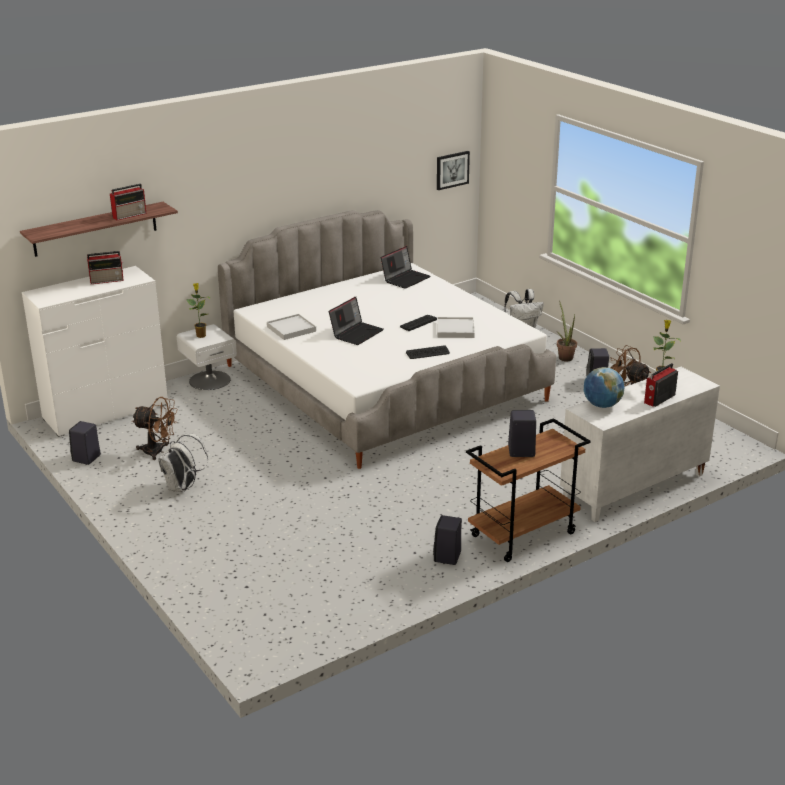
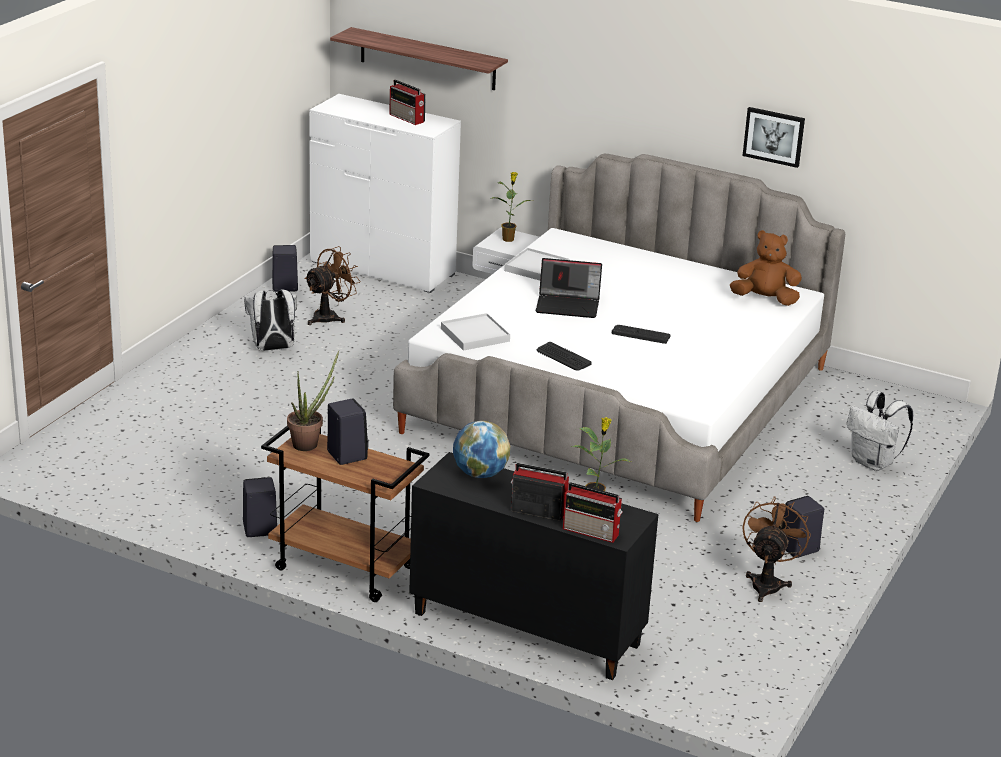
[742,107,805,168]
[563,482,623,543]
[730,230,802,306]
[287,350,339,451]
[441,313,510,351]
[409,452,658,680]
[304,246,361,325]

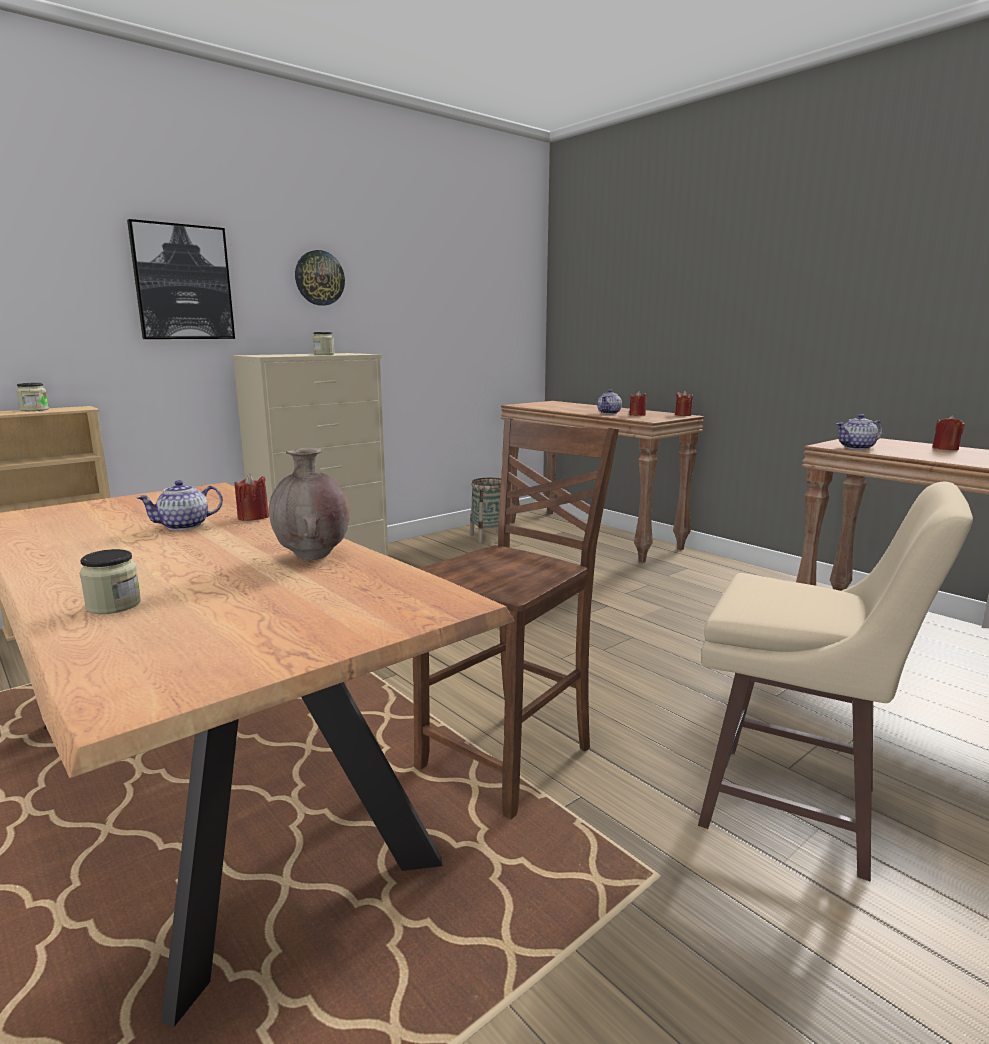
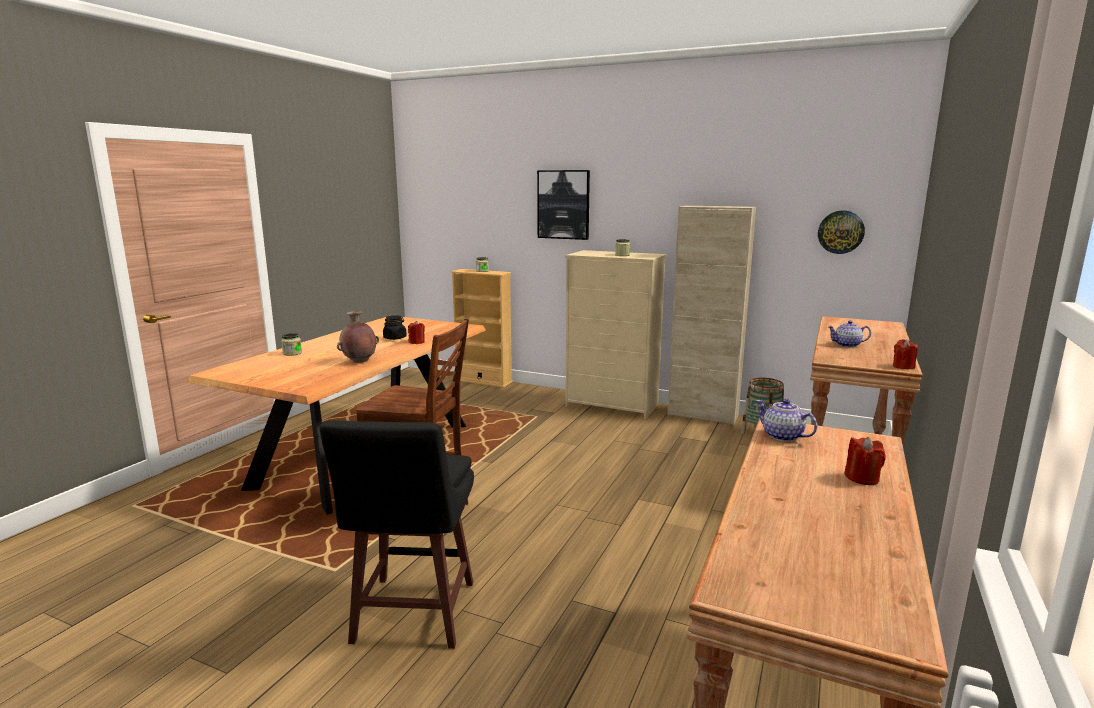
[818,210,865,254]
[629,391,647,416] (first image)
[383,315,407,340]
[319,421,474,649]
[667,206,756,425]

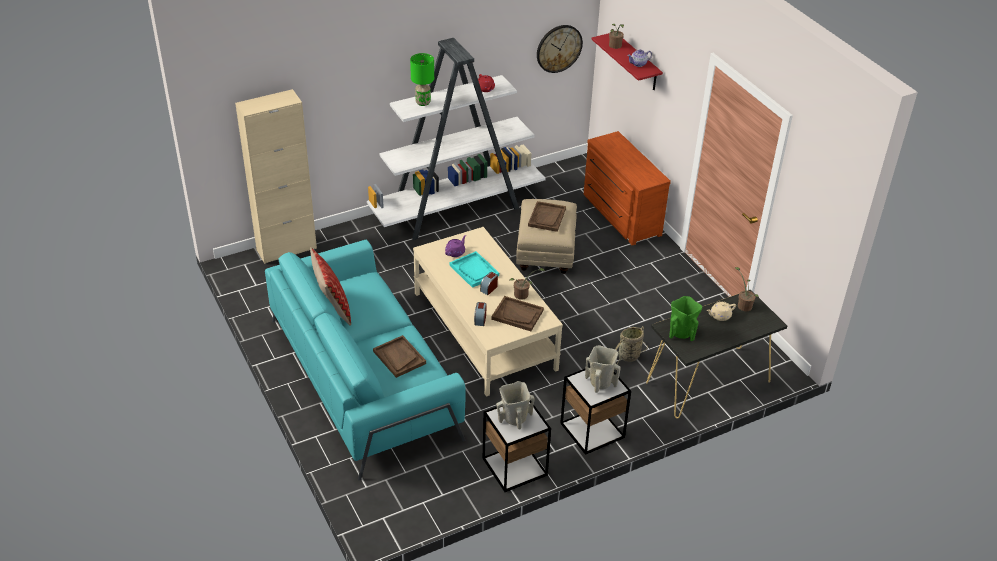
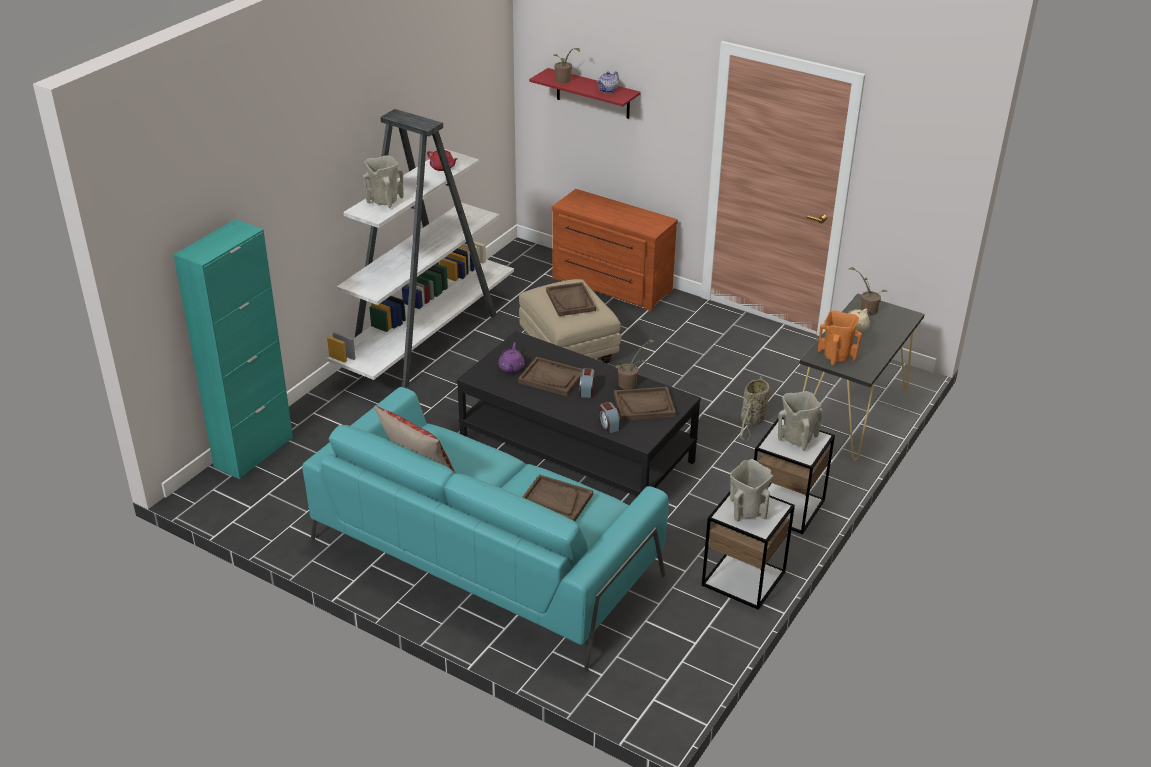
[537,25,583,73] (first image)
[363,155,404,208]
[174,219,293,479]
[457,331,701,496]
[518,357,582,396]
[818,310,862,366]

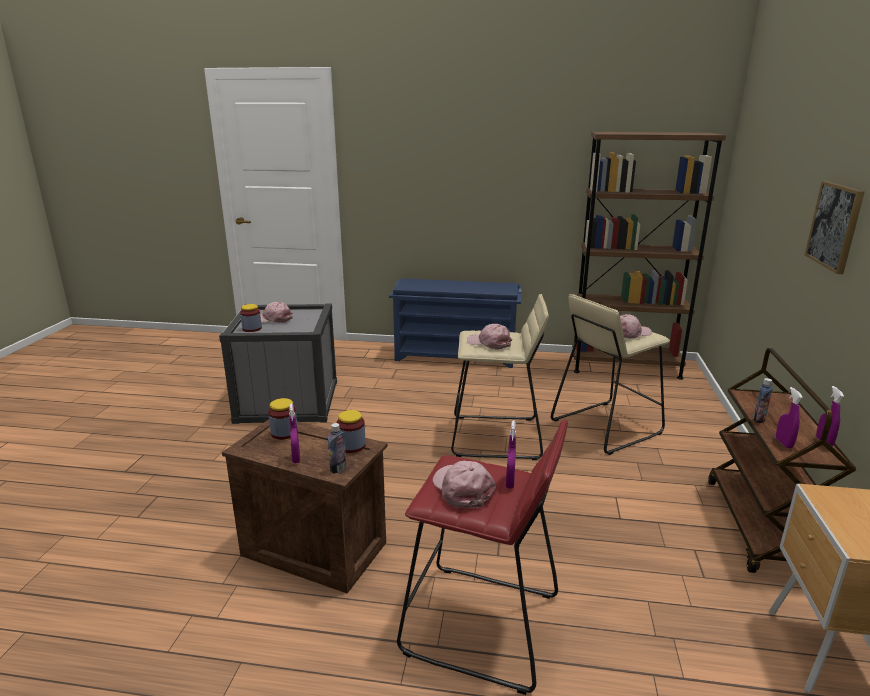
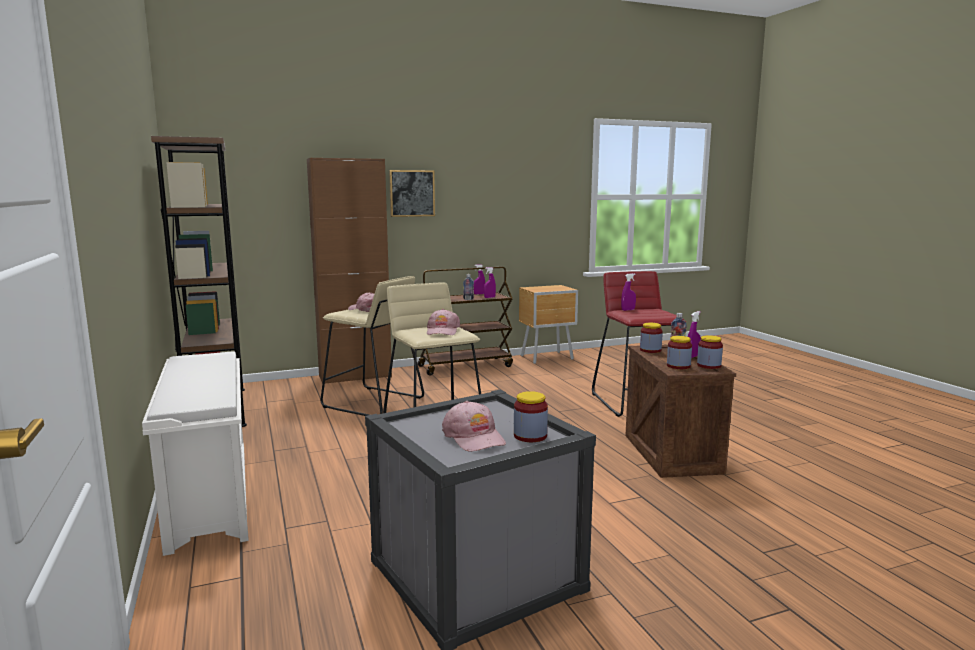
[142,352,249,556]
[433,461,496,508] (first image)
[307,158,392,383]
[697,335,723,369]

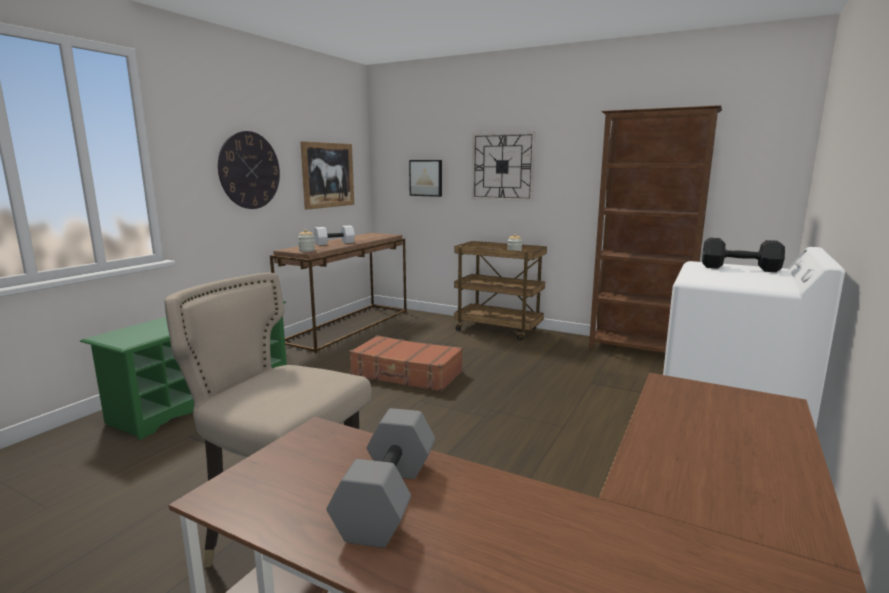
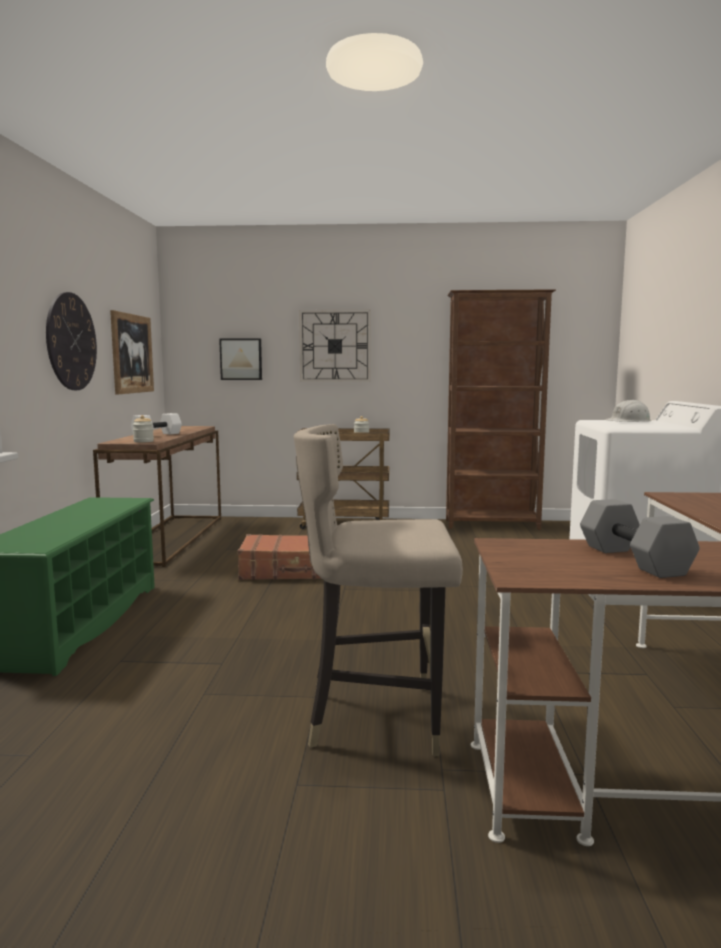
[604,400,651,422]

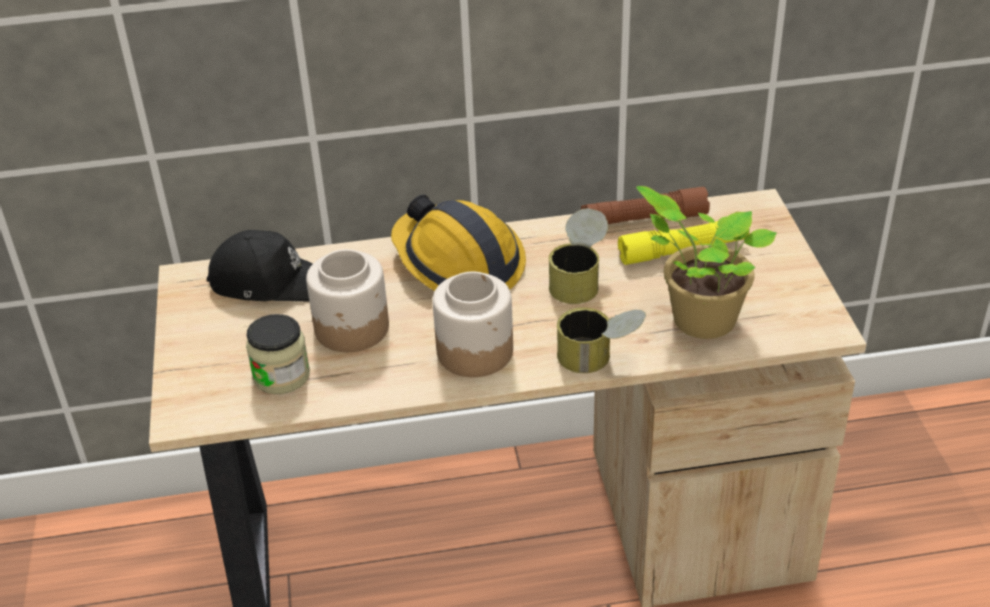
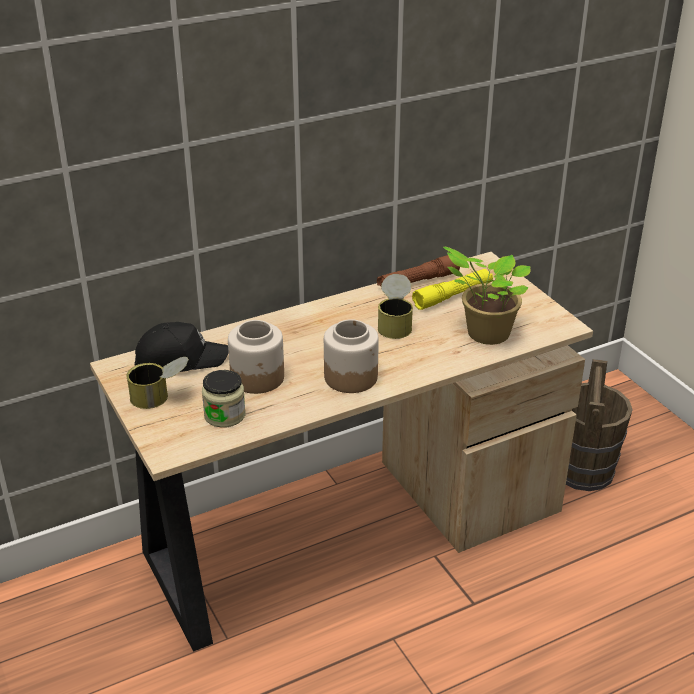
[391,194,526,291] (first image)
[126,357,189,409]
[566,359,633,491]

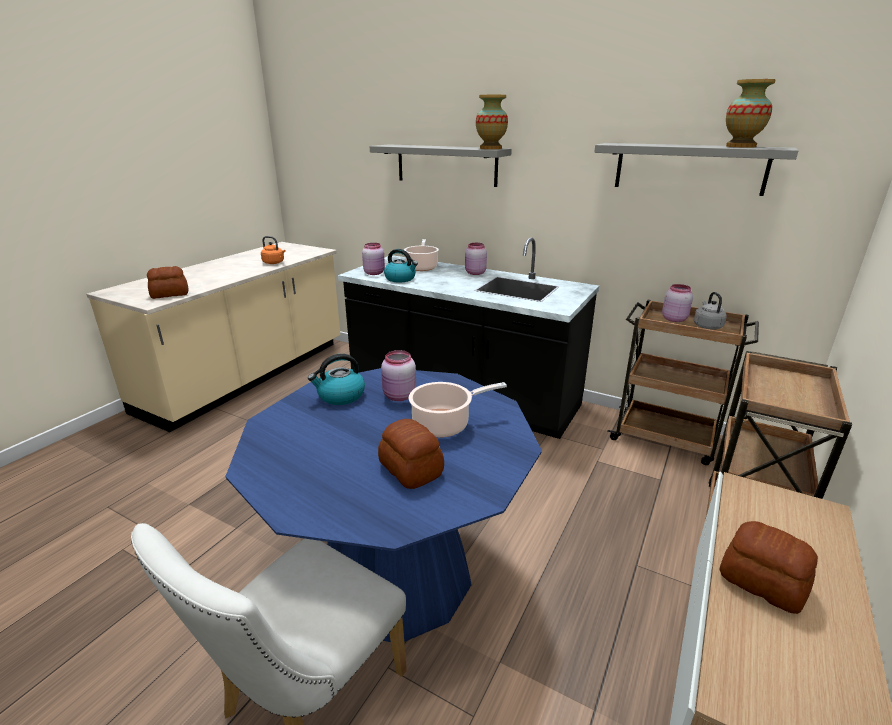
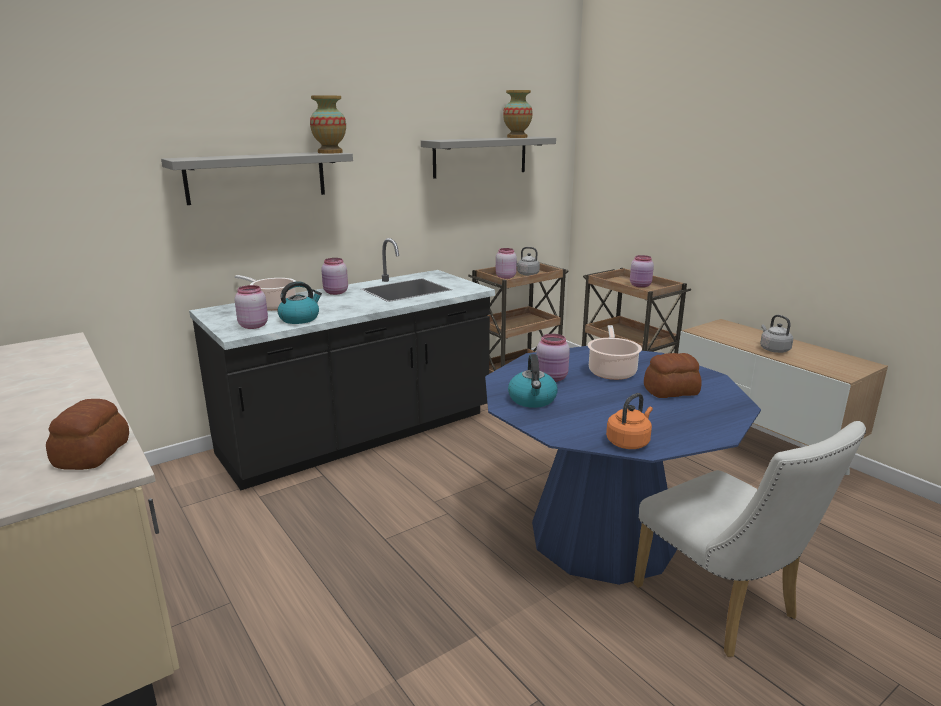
[606,393,653,449]
[760,315,793,353]
[630,255,654,288]

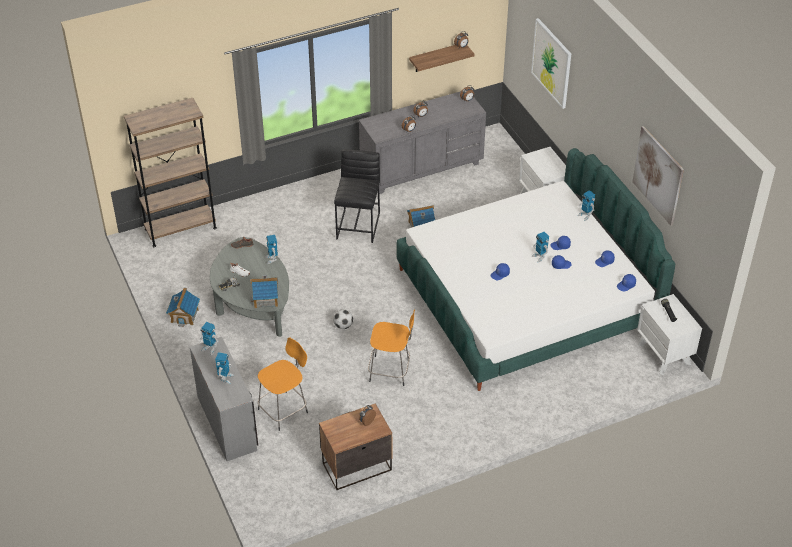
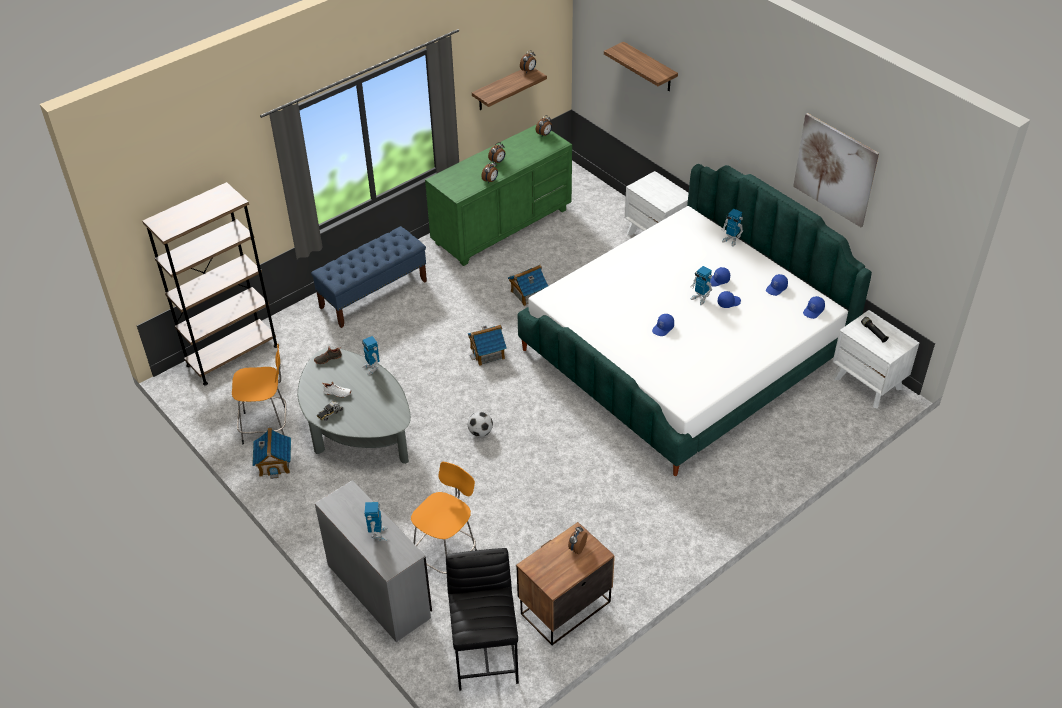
[604,41,678,91]
[425,124,572,266]
[446,548,519,691]
[468,325,507,366]
[232,344,286,444]
[199,322,218,355] (first image)
[311,226,427,328]

